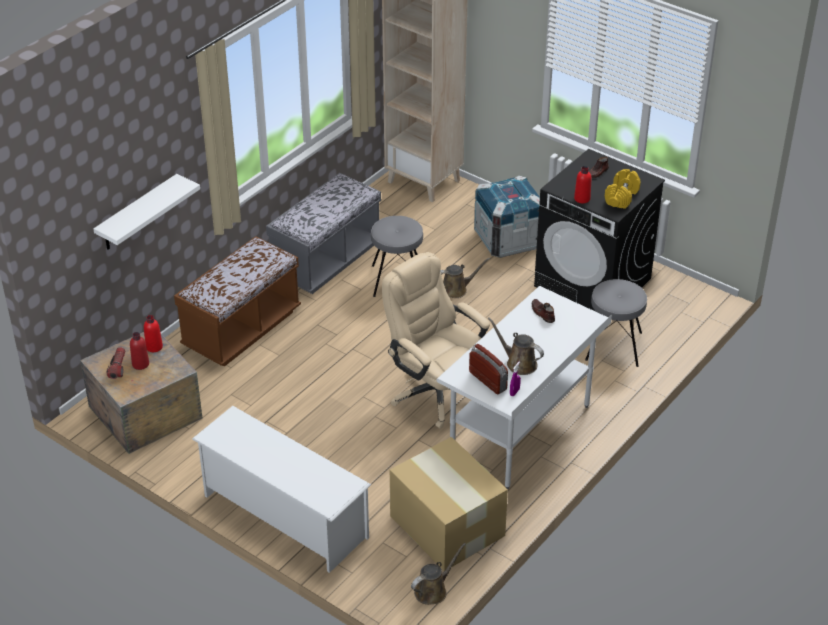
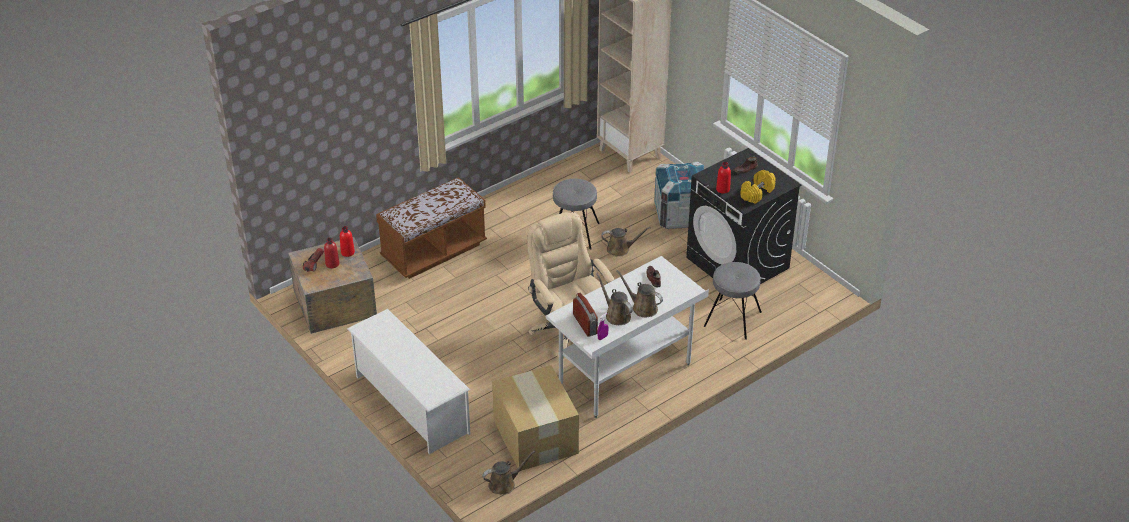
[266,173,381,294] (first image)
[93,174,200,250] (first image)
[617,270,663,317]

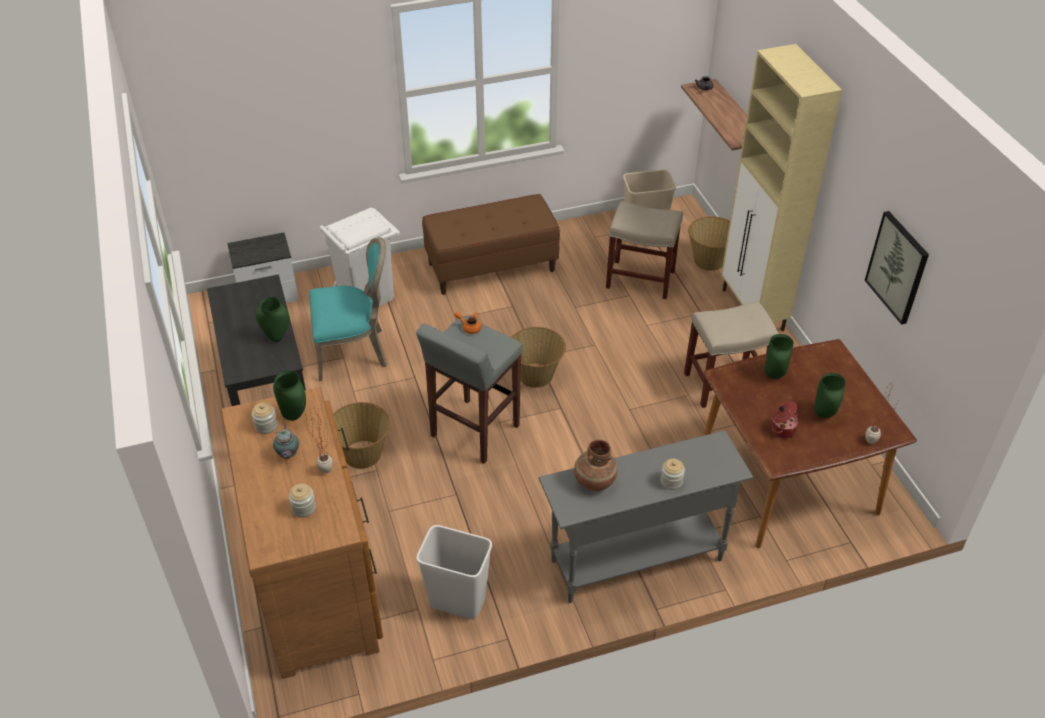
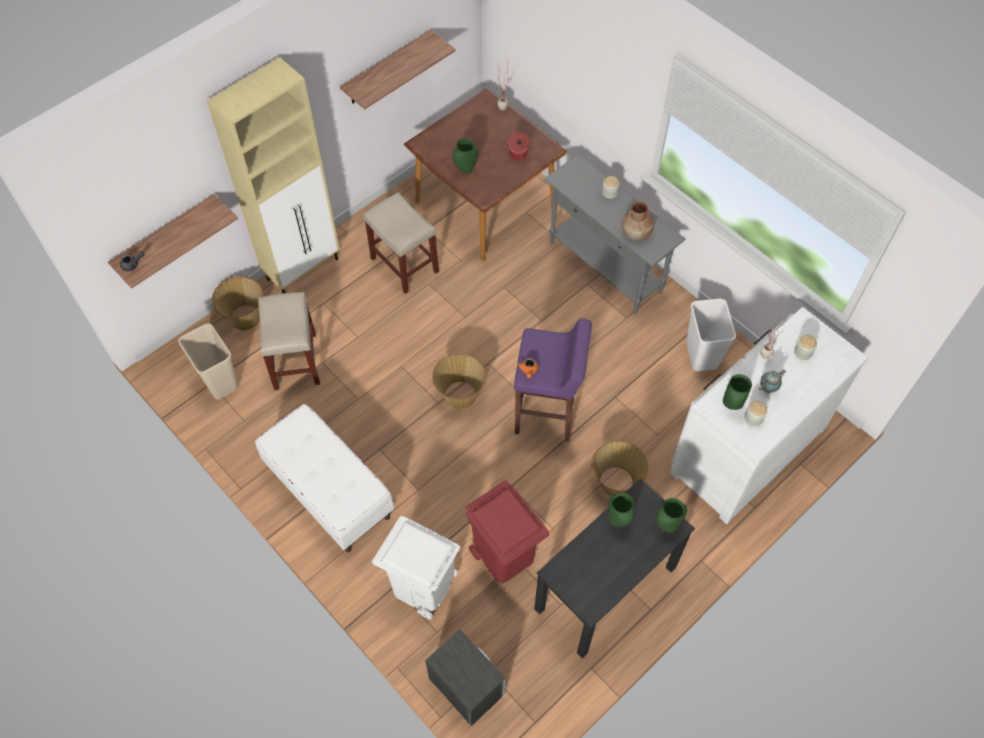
[255,404,394,552]
[340,30,456,109]
[465,480,549,583]
[514,318,592,442]
[656,498,687,533]
[670,307,868,524]

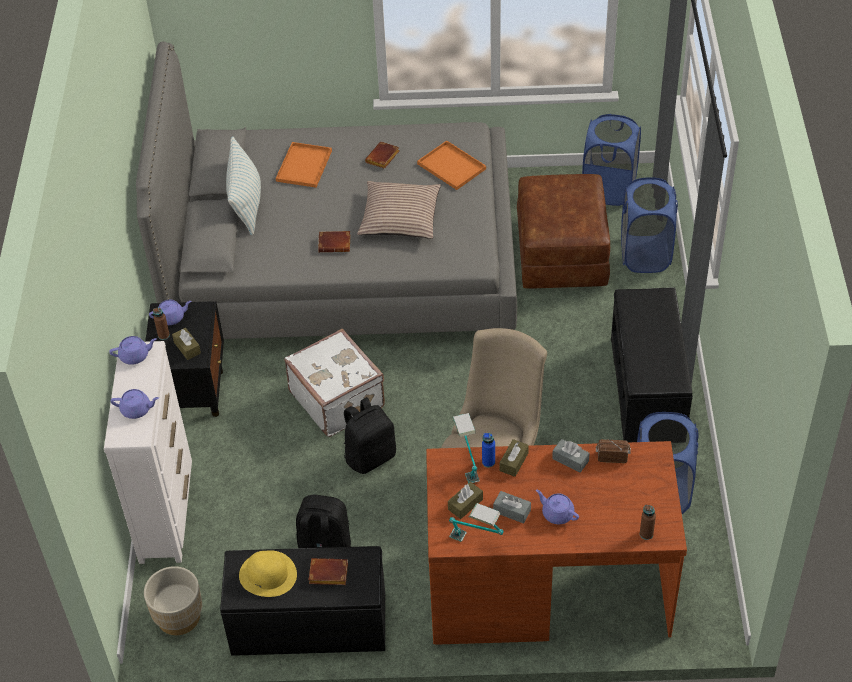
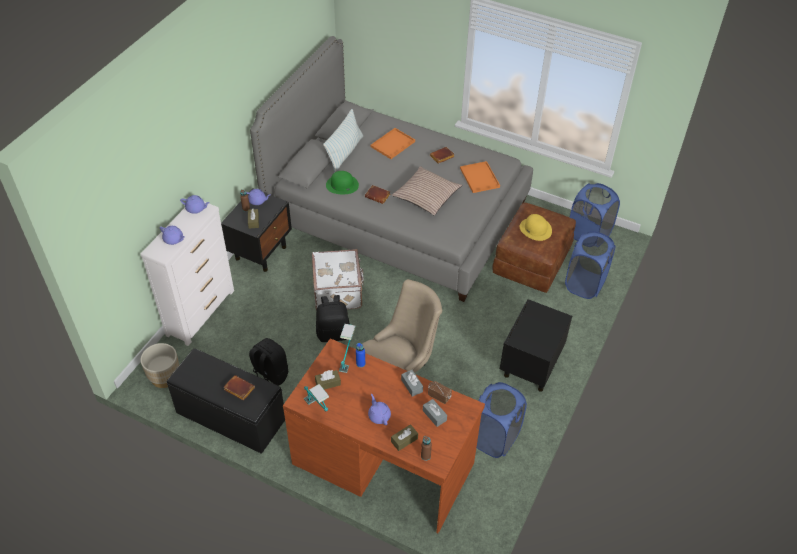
[500,299,572,392]
[391,424,418,451]
[423,399,447,427]
[520,214,552,241]
[326,171,359,194]

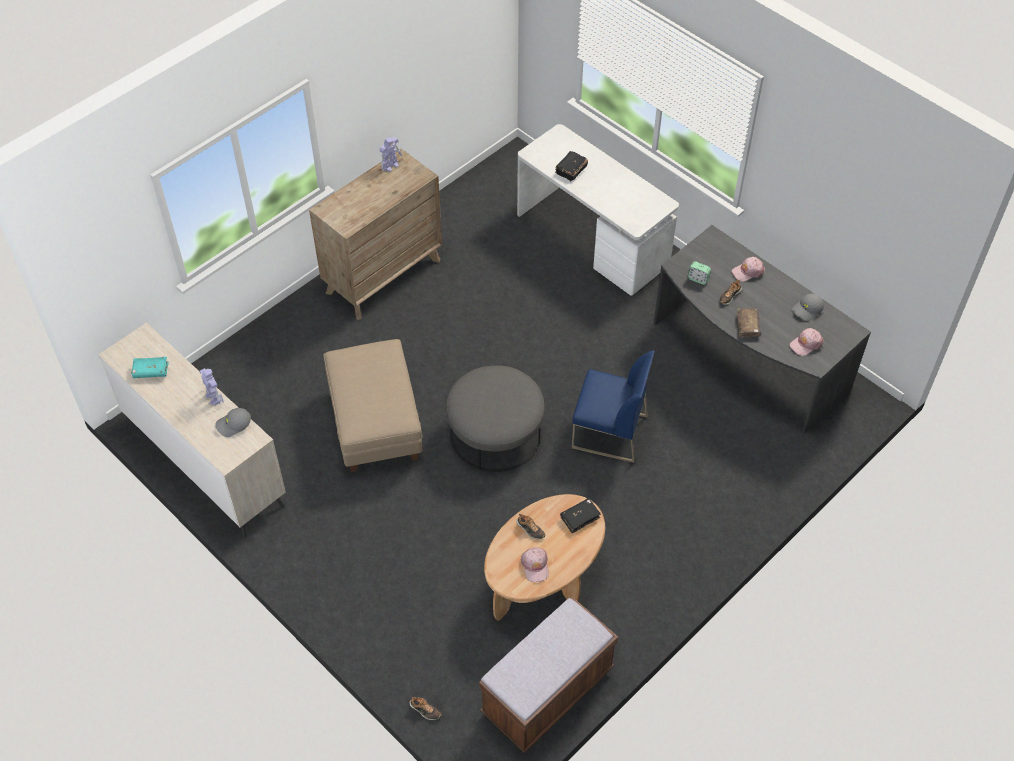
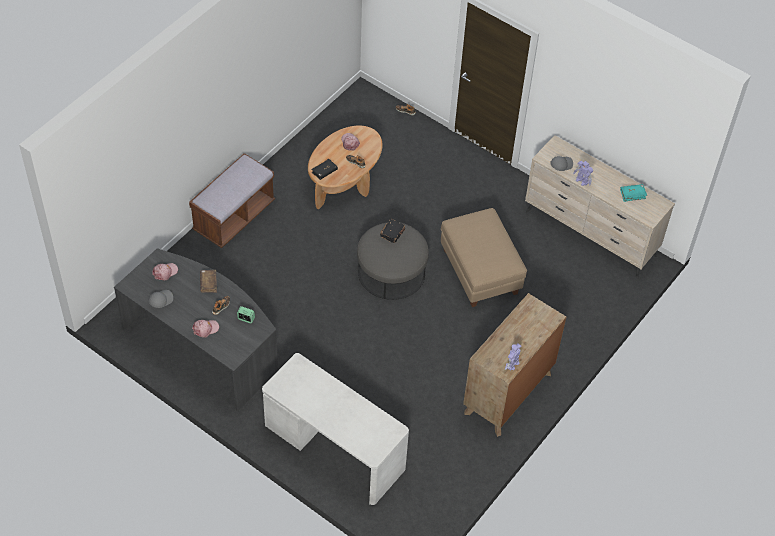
[380,219,405,243]
[572,350,655,463] (first image)
[189,153,275,248]

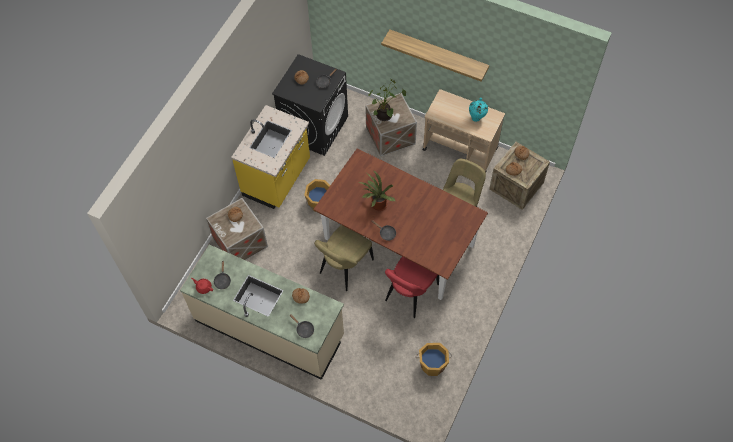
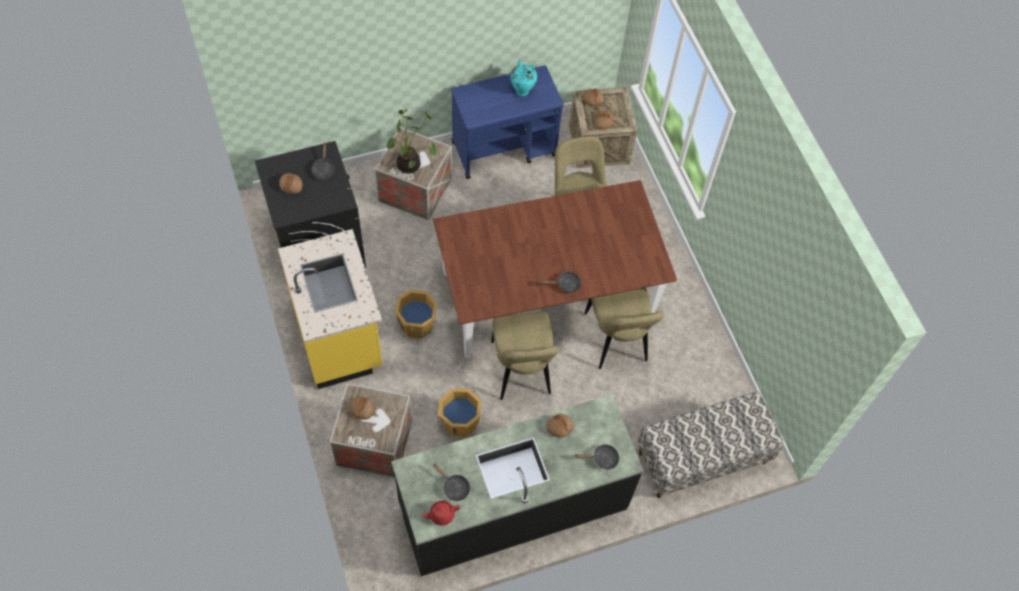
[381,30,489,82] (first image)
[451,65,564,179]
[359,170,396,211] (first image)
[391,394,644,576]
[584,288,663,369]
[437,388,481,437]
[637,392,784,498]

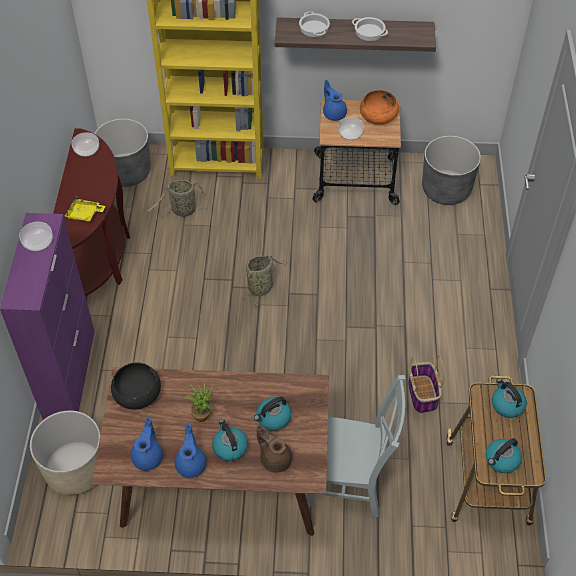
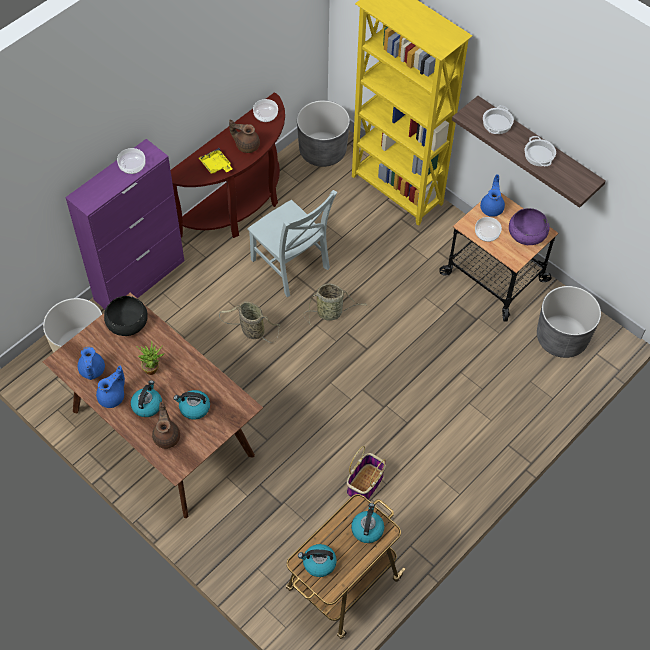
[509,208,550,245]
[219,301,280,343]
[247,190,337,297]
[78,347,105,380]
[229,120,260,153]

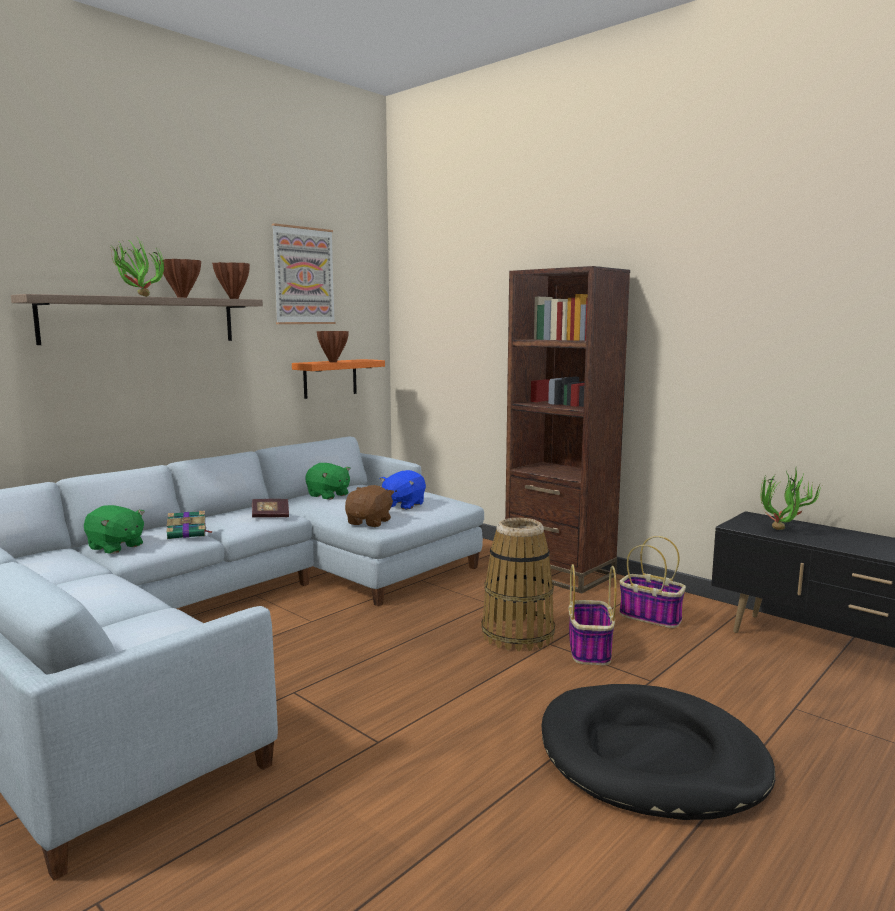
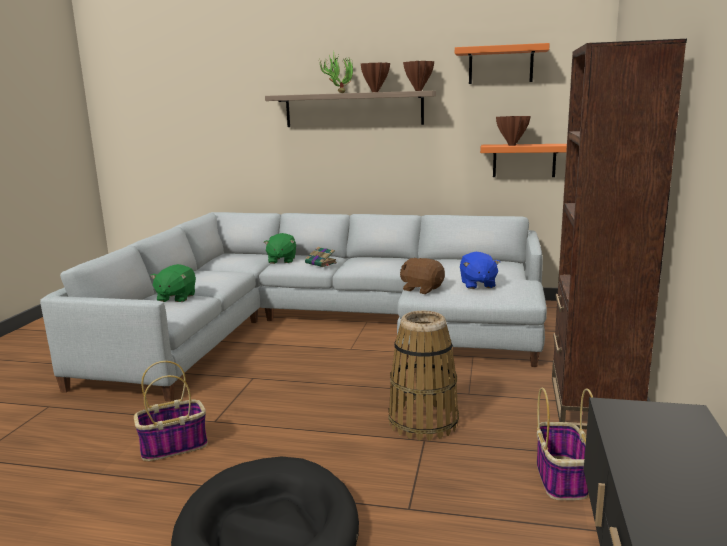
[455,43,550,84]
[150,264,196,302]
[460,252,500,289]
[761,470,821,530] (first image)
[400,258,445,294]
[252,499,289,518] (first image)
[134,361,208,461]

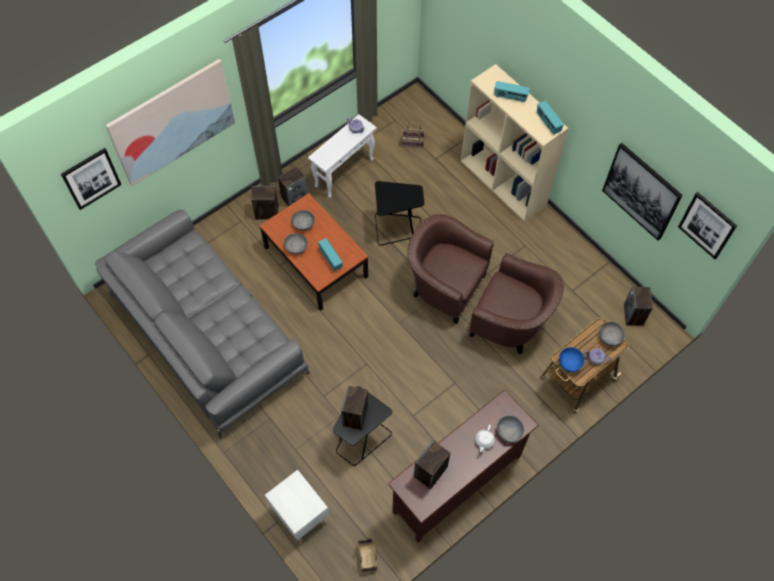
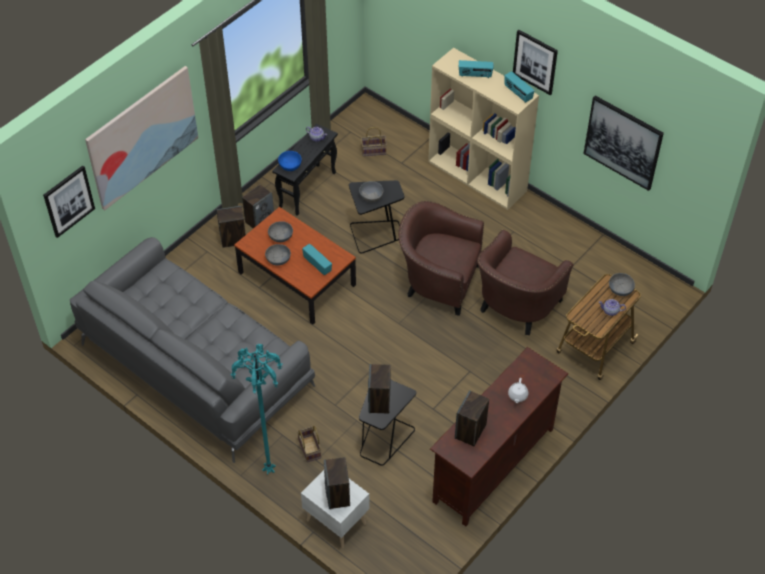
[272,123,338,216]
[513,30,558,95]
[477,230,574,335]
[324,457,350,509]
[278,151,302,171]
[359,181,383,202]
[297,426,321,462]
[230,344,282,475]

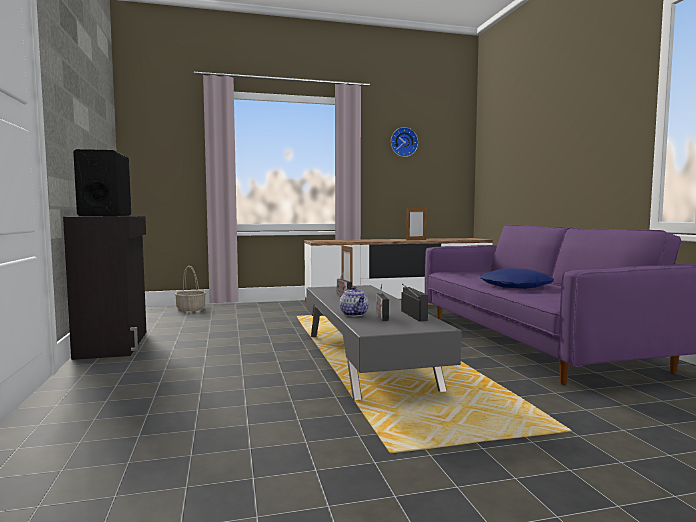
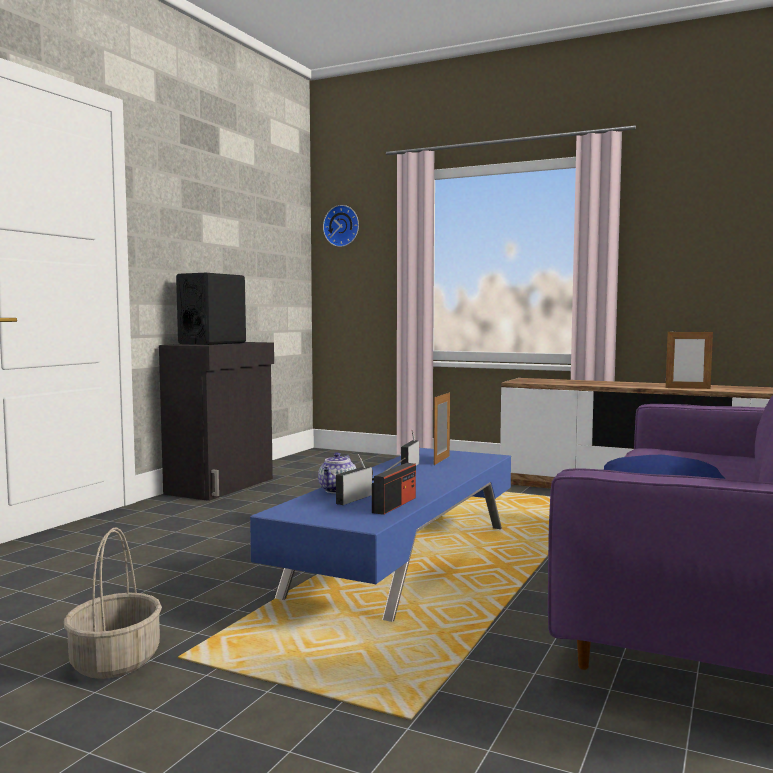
[323,205,359,247]
[64,527,162,679]
[250,448,511,622]

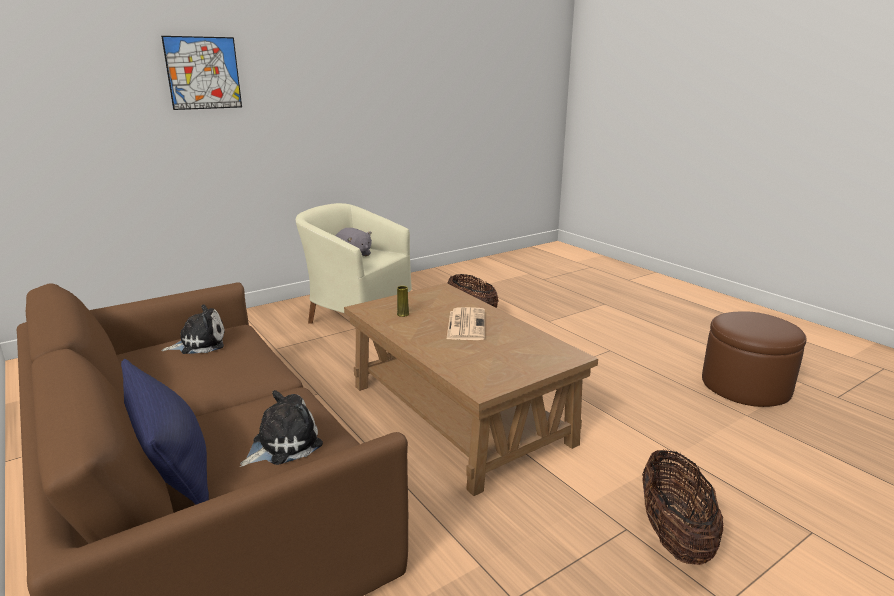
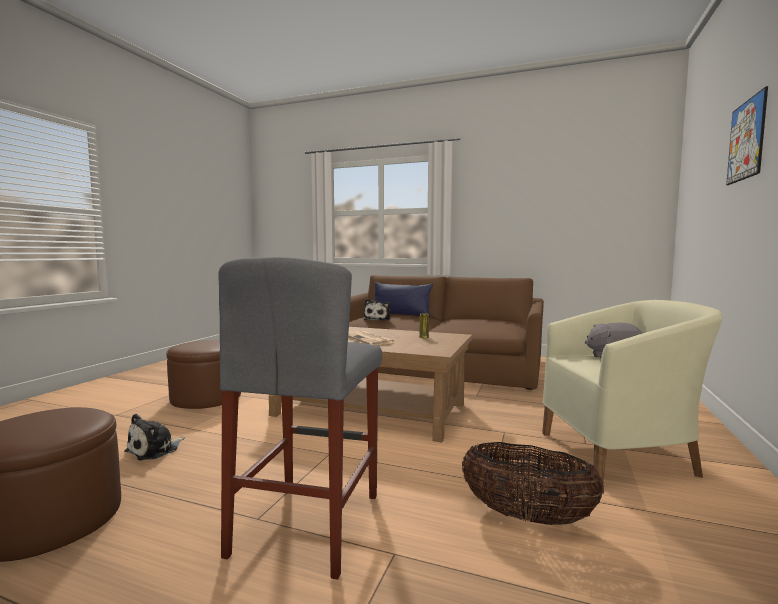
[125,414,185,460]
[166,340,241,409]
[219,257,382,580]

